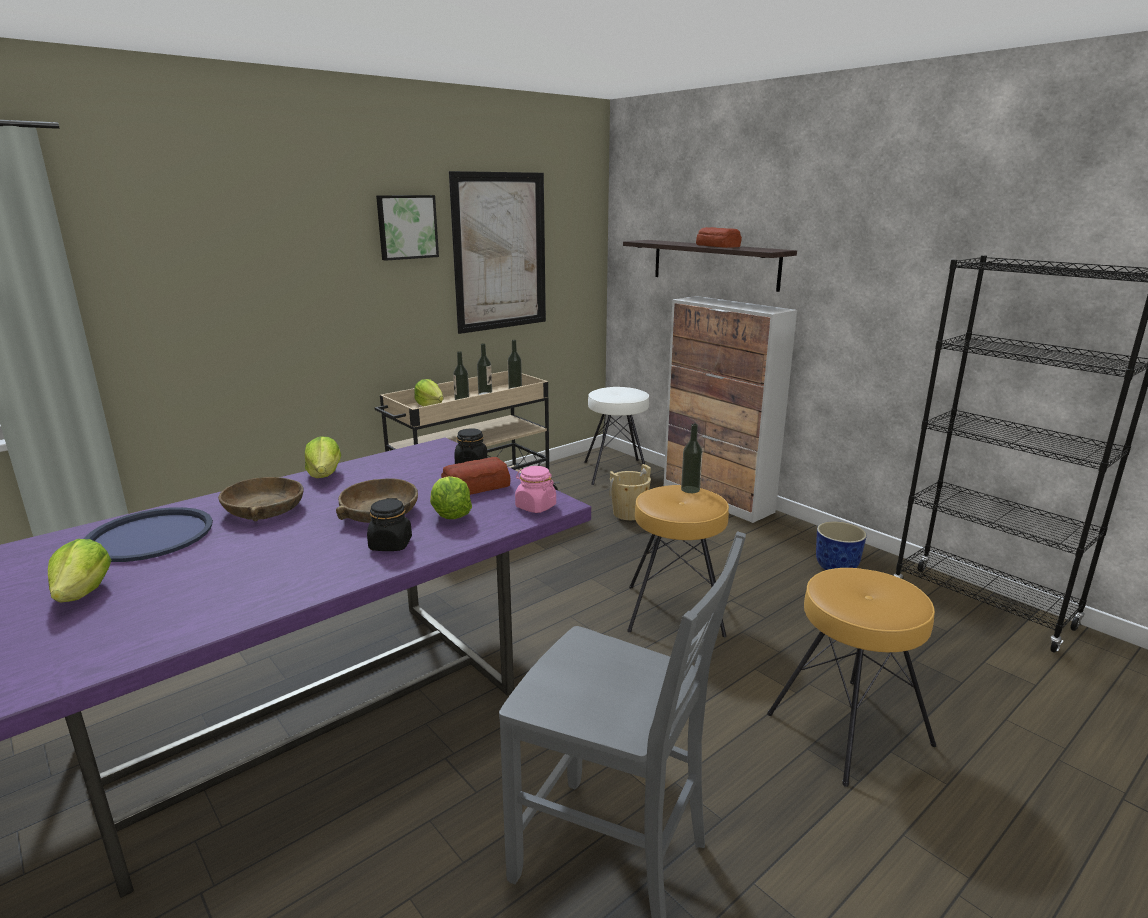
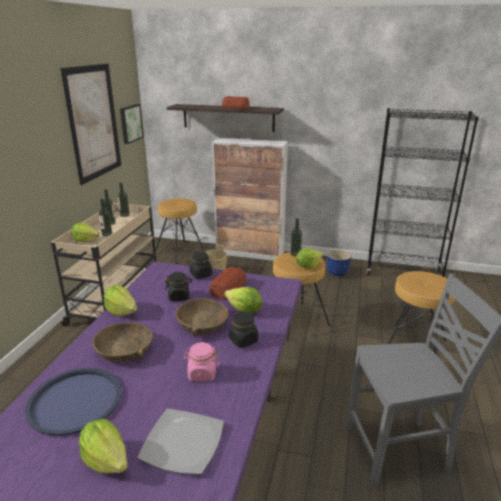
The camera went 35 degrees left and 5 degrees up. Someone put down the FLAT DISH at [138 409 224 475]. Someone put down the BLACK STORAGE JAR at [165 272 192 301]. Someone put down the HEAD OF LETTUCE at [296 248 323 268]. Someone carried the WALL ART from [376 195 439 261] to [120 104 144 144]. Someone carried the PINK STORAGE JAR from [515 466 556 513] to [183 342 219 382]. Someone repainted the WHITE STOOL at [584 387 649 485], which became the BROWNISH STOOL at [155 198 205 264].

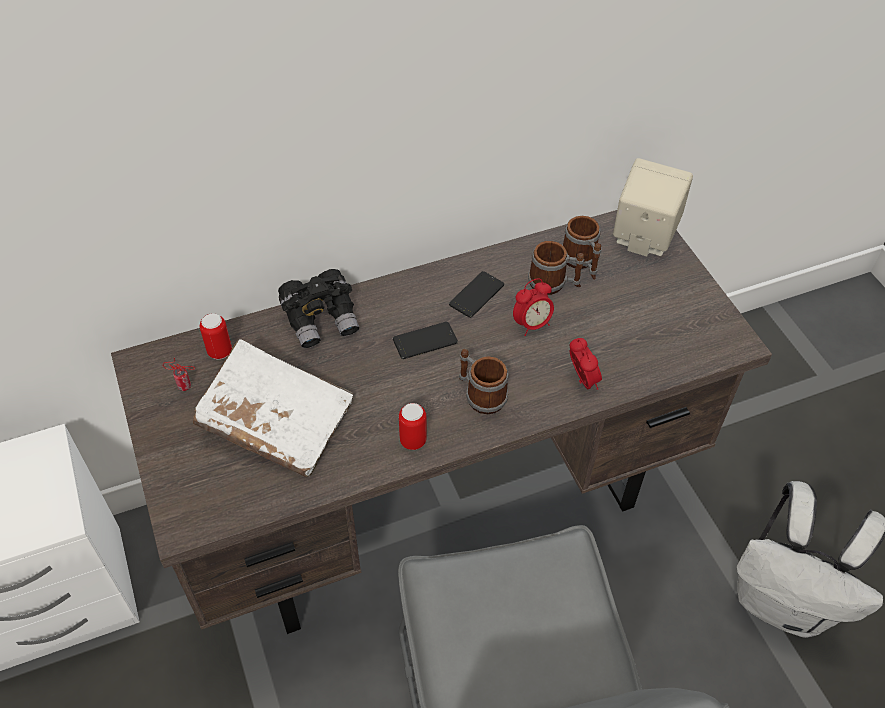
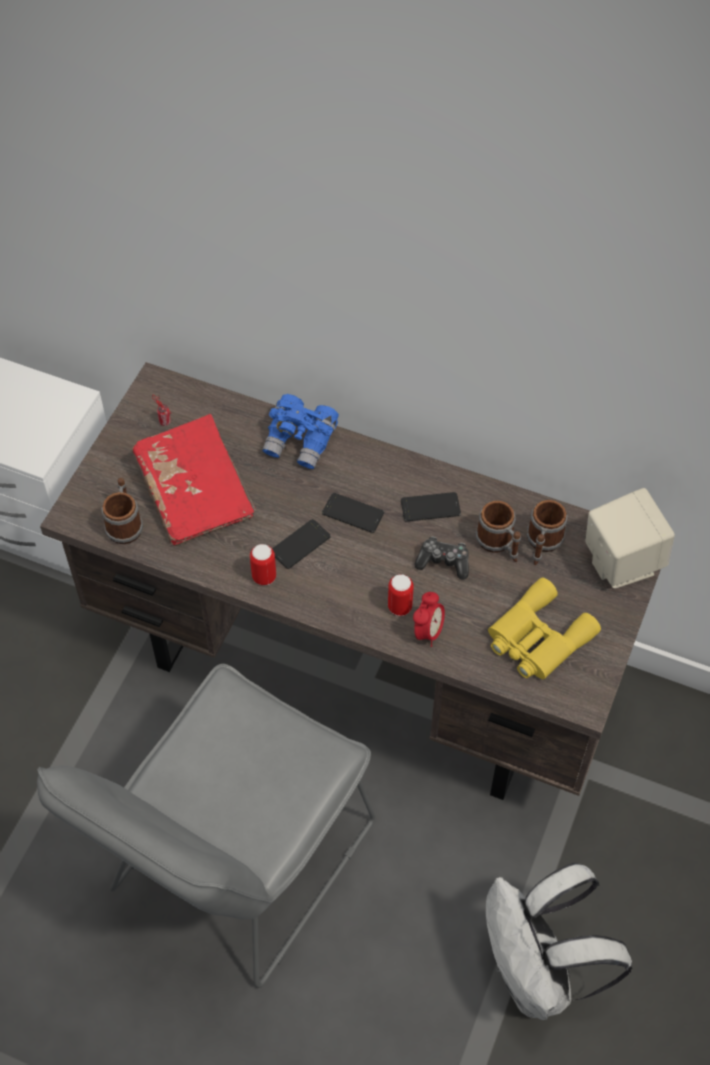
The camera went 45 degrees right and 5 degrees up. Someone put down the HANDSET at [272 519 331 569]. Someone put down the YELLOW-COLOURED BINOCULARS at [488 578 601 679]. Someone carried the CAN from [200 313 232 359] to [388 574 414 616]. Someone carried the TEA MUG from [459 349 509 414] to [101 478 143 544]. Someone swapped the ALARM CLOCK at [513 278 554 336] for the JOYPAD at [414 537 469 579]. Someone repainted the WHITE BOUND BOOK at [193 339 353 477], which became the RED BOUND BOOK at [131 414 256 546]. Someone repainted the BLACK BINOCULARS at [278 269 360 348], which became the BLUISH BINOCULARS at [262 394 339 469].

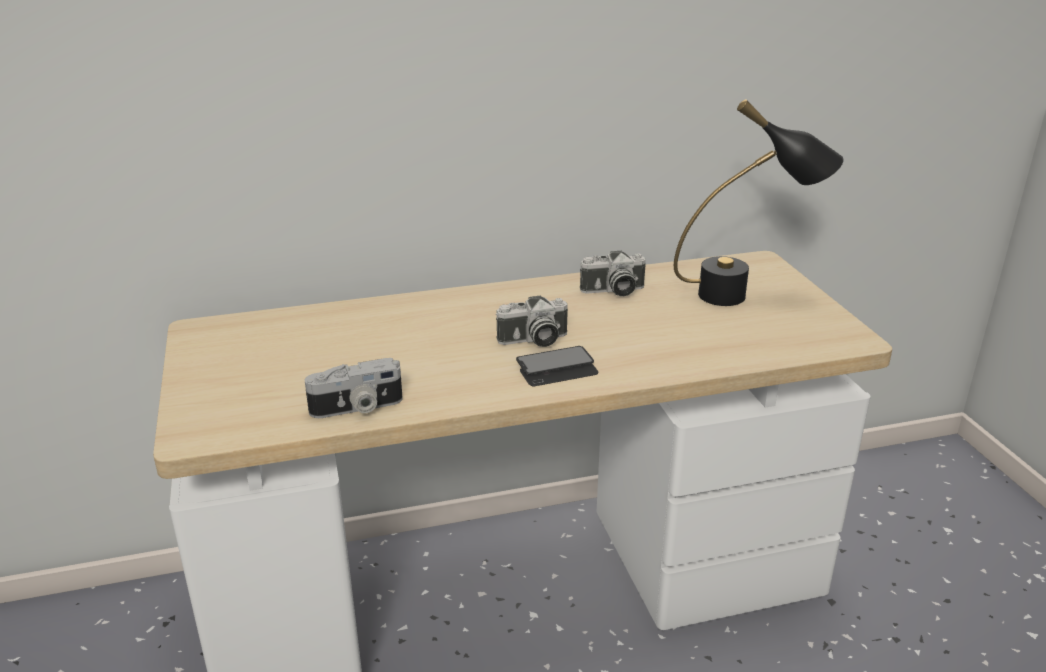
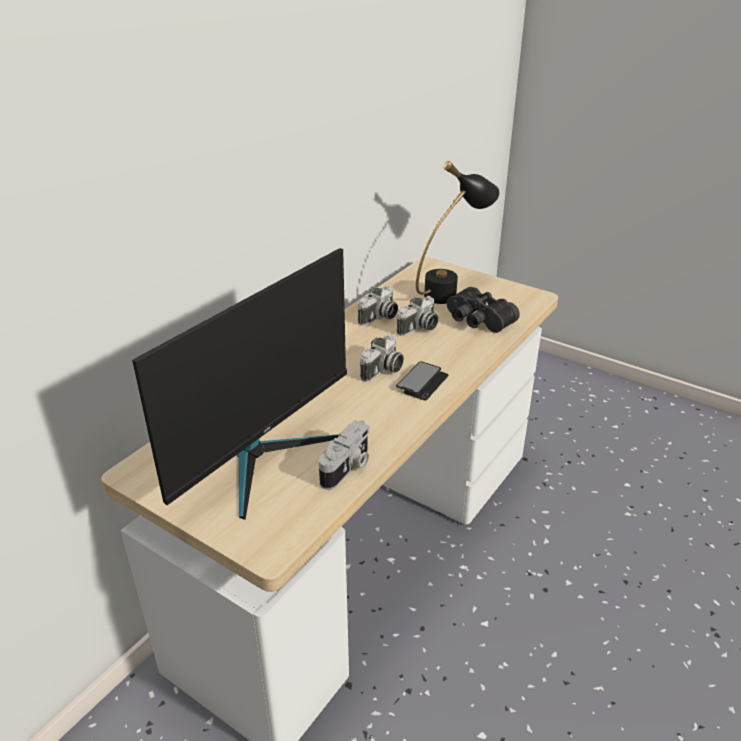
The camera went 40 degrees left and 5 degrees up. Someone put down the COMPUTER DISPLAY at [132 248 347 520]. Someone put down the PHOTO CAMERA at [397 296 439 336]. Someone put down the BLACK BINOCULARS at [447 287 520 333].

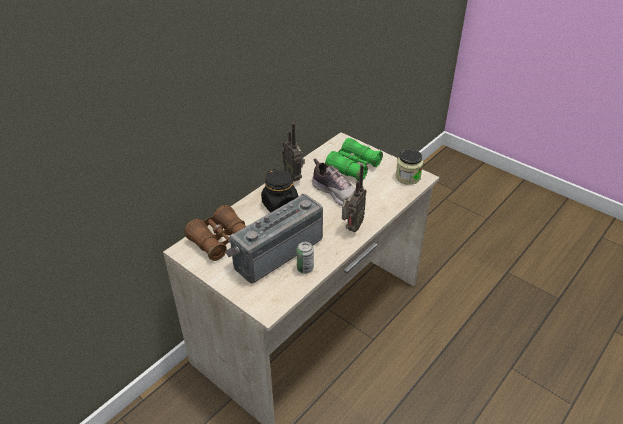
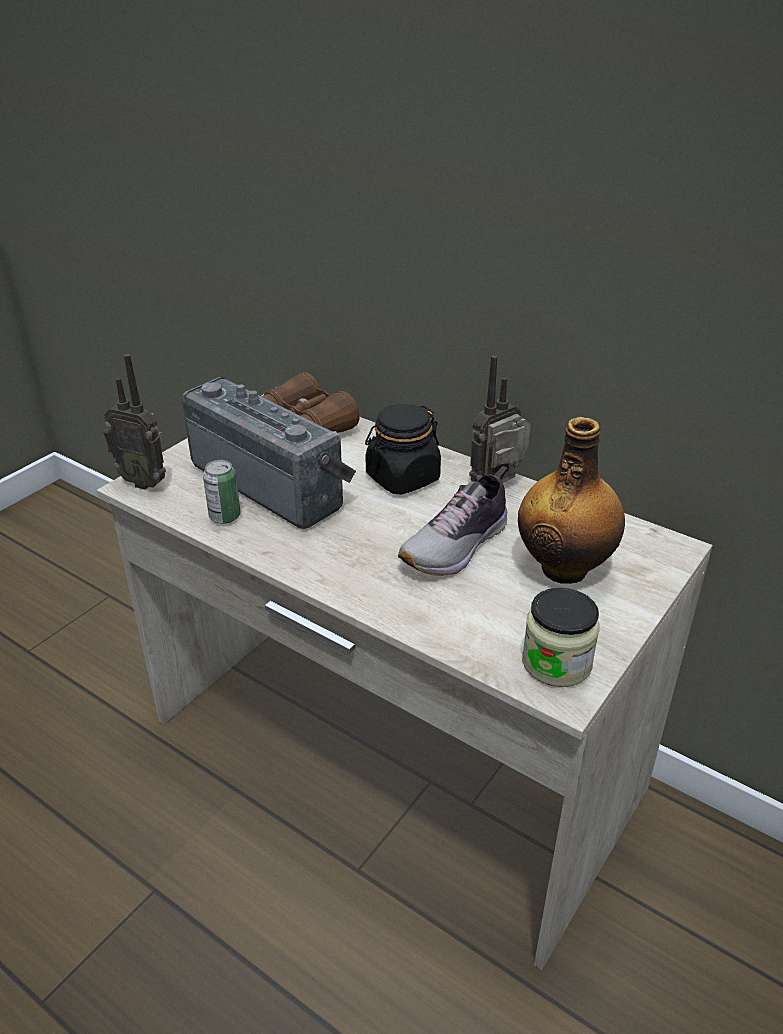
The camera went 85 degrees right and 5 degrees down. Someone carried the RADIO from [342 164 367 232] to [103 354 166 490]. Someone swapped the GREENISH BINOCULARS at [325 138 383 181] for the DRINK BOTTLE at [518 417 625 584].

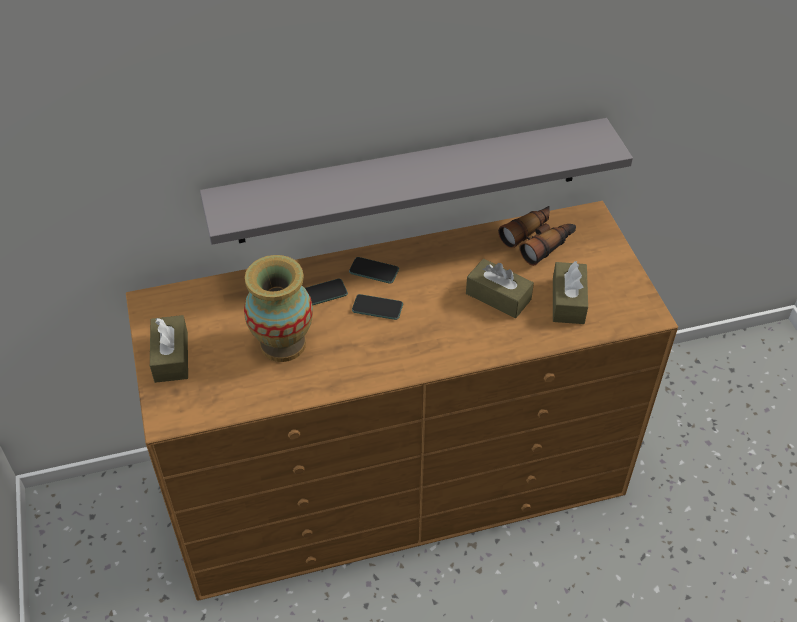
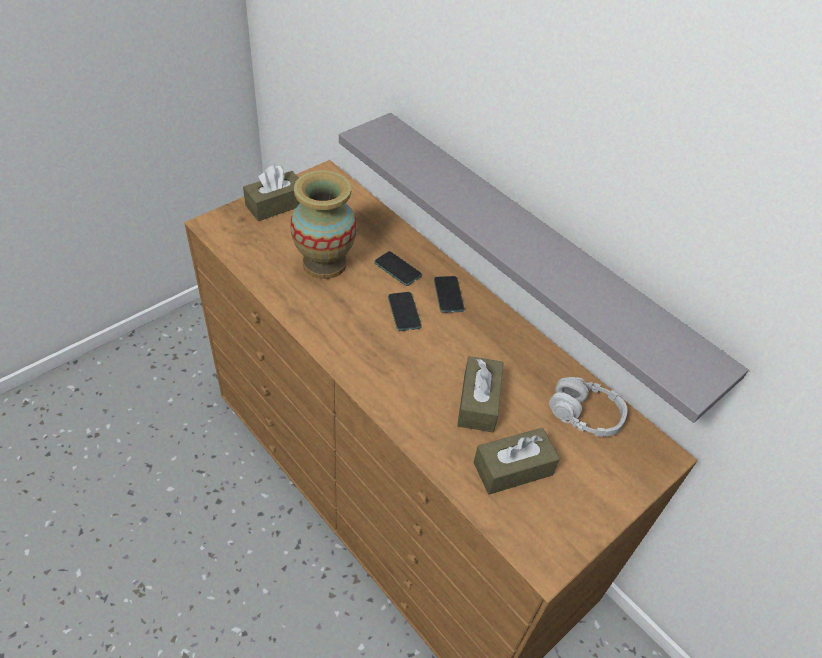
The camera went 60 degrees right and 0 degrees up. Someone swapped the BINOCULARS at [498 206 576 266] for the GREY PAIR OF HEADPHONES at [549 377 628 437].

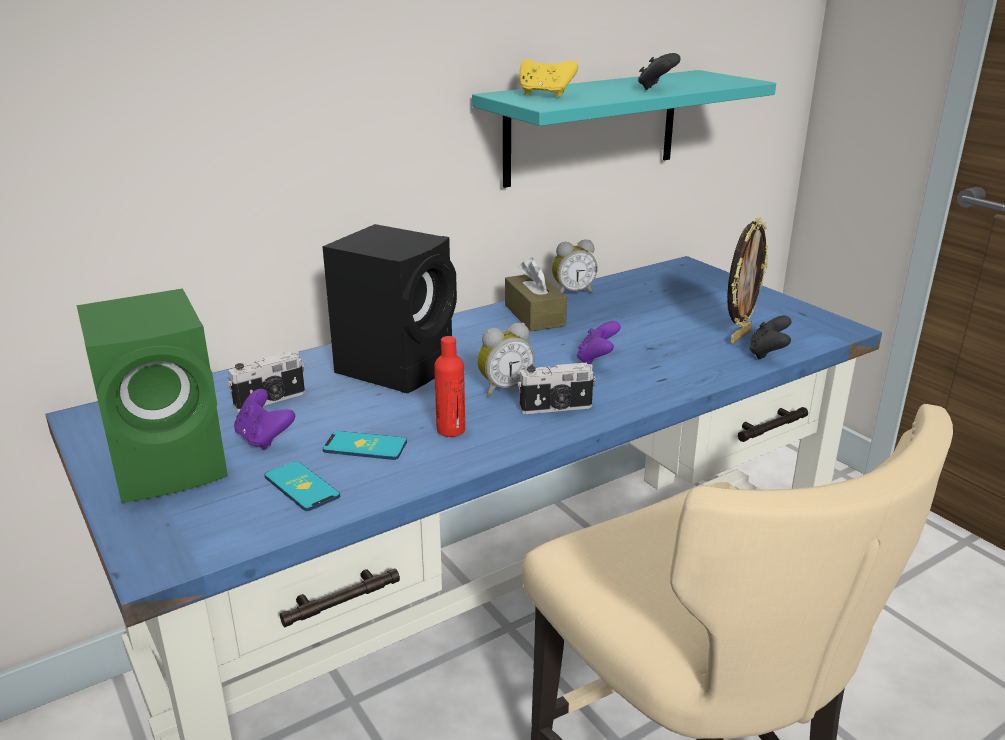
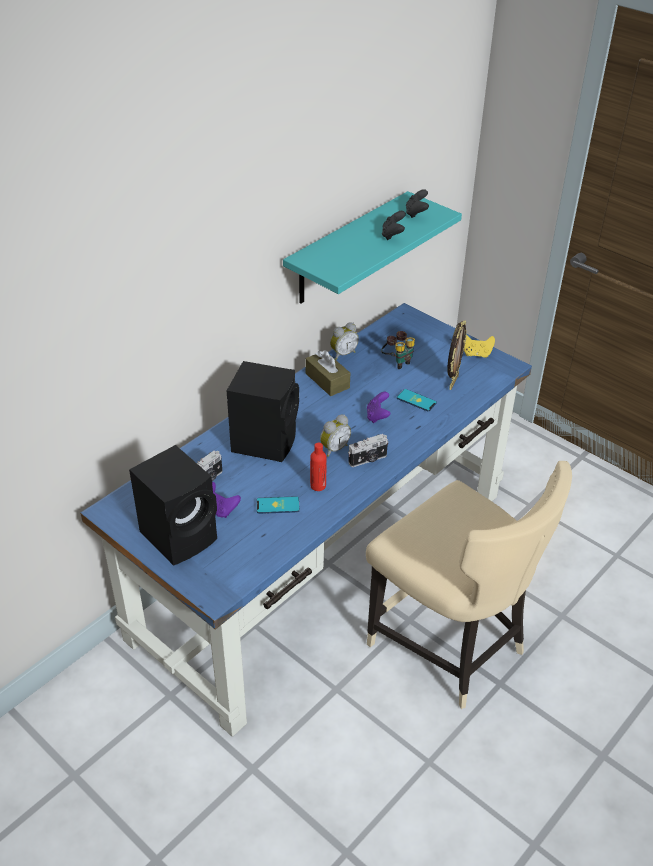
The camera went 15 degrees left and 15 degrees up. Someone put down the BINOCULARS at [381 331 415 369]. Someone carried the HANDSET from [264 461 340 511] to [397 389 437 412]. Someone carried the YELLOW-COLOURED JOYPAD from [520 58 578 97] to [464 336 495 358]. Someone carried the BLACK JOYPAD from [749 315 791 360] to [406 189 429 218]. Someone repainted the GREENISH LOUDSPEAKER at [76 288 228 503], which became the BLACK LOUDSPEAKER at [129 445 217 566].

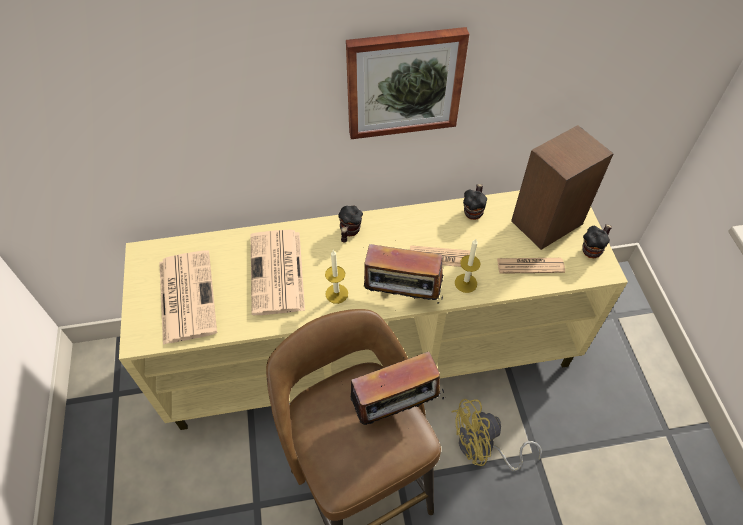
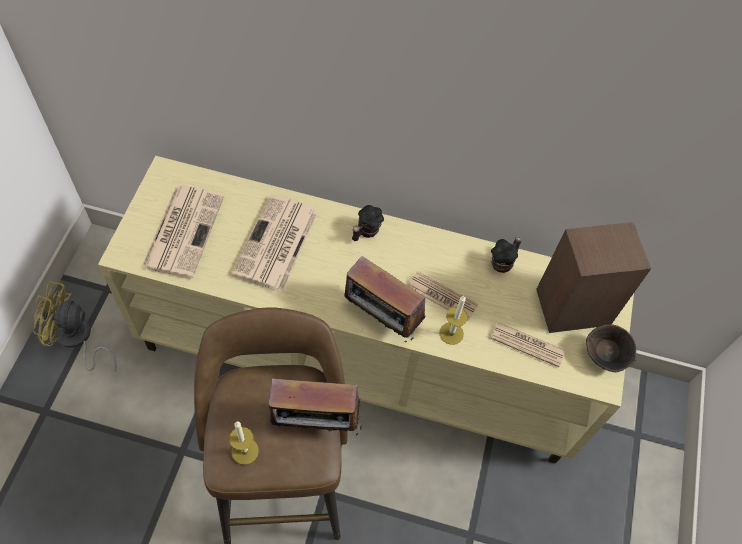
The camera went 20 degrees right and 5 degrees up. Someone took away the WALL ART at [346 27 469 139]. Someone carried the WAX CANDLE from [325 250 348 304] to [229 421 259 465]. Someone carried the YELLOW-COLOURED FAN from [451 399 542 471] to [33 281 117 372]. Someone swapped the TEA MUG at [582 224 612 258] for the BROWNISH SERVING BOWL at [586 324 636 372].

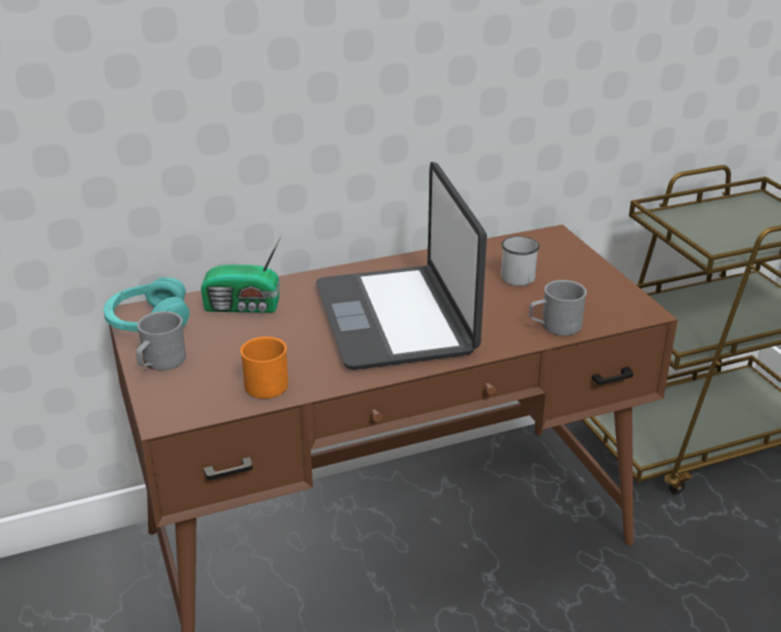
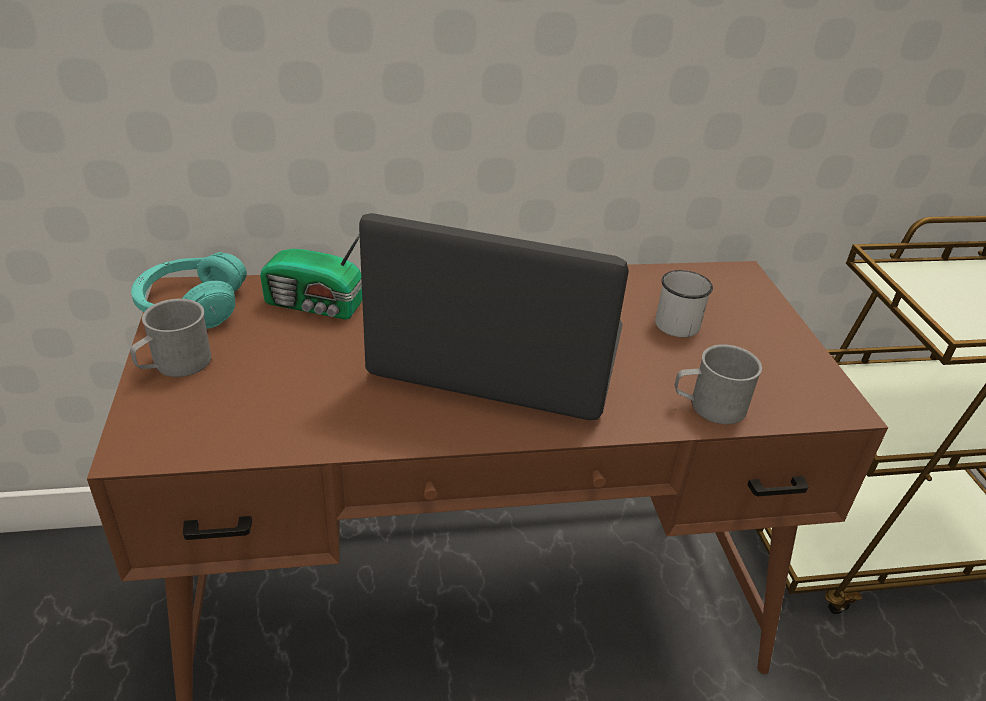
The camera went 10 degrees right and 5 degrees up. Someone took away the ORANGE TEA MUG at [240 337 288 399]. Someone rotated the NOTEBOOK COMPUTER at [316 162 487 370] by 105 degrees clockwise.

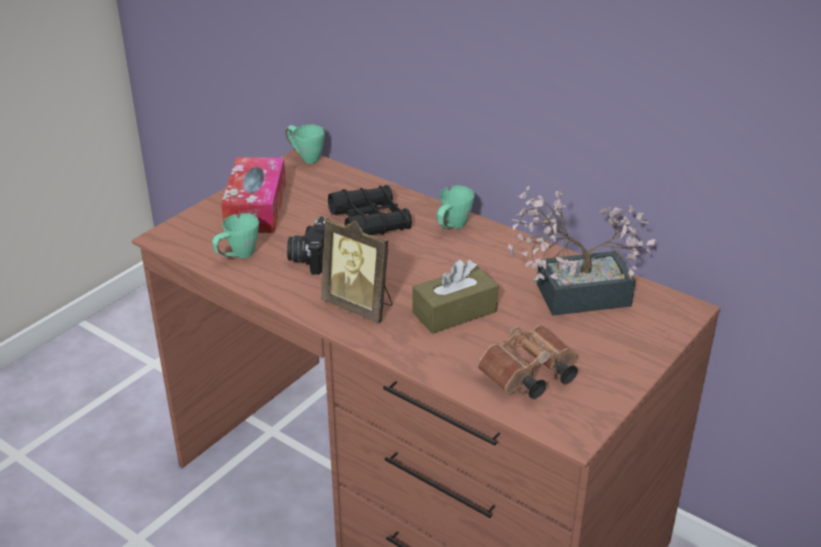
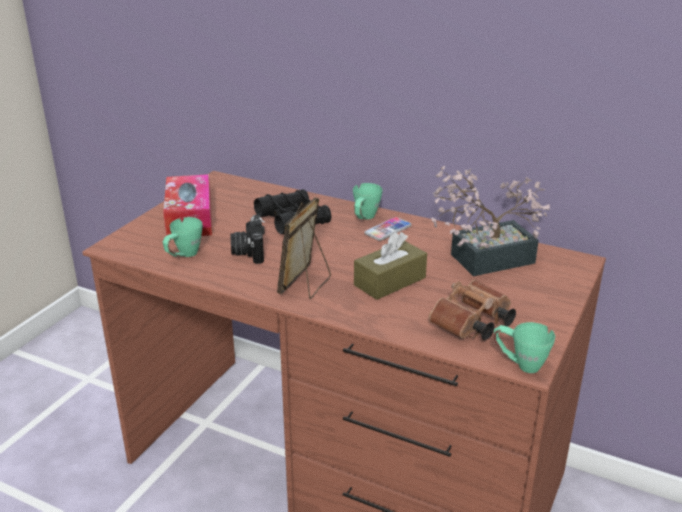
The camera went 10 degrees left and 5 degrees down. Someone put down the HANDSET at [364 217 412 241]. Someone carried the GREENISH TEA MUG from [285 125 325 164] to [494 322 555 373]. Someone rotated the PICTURE FRAME at [321 218 393 323] by 90 degrees clockwise.

